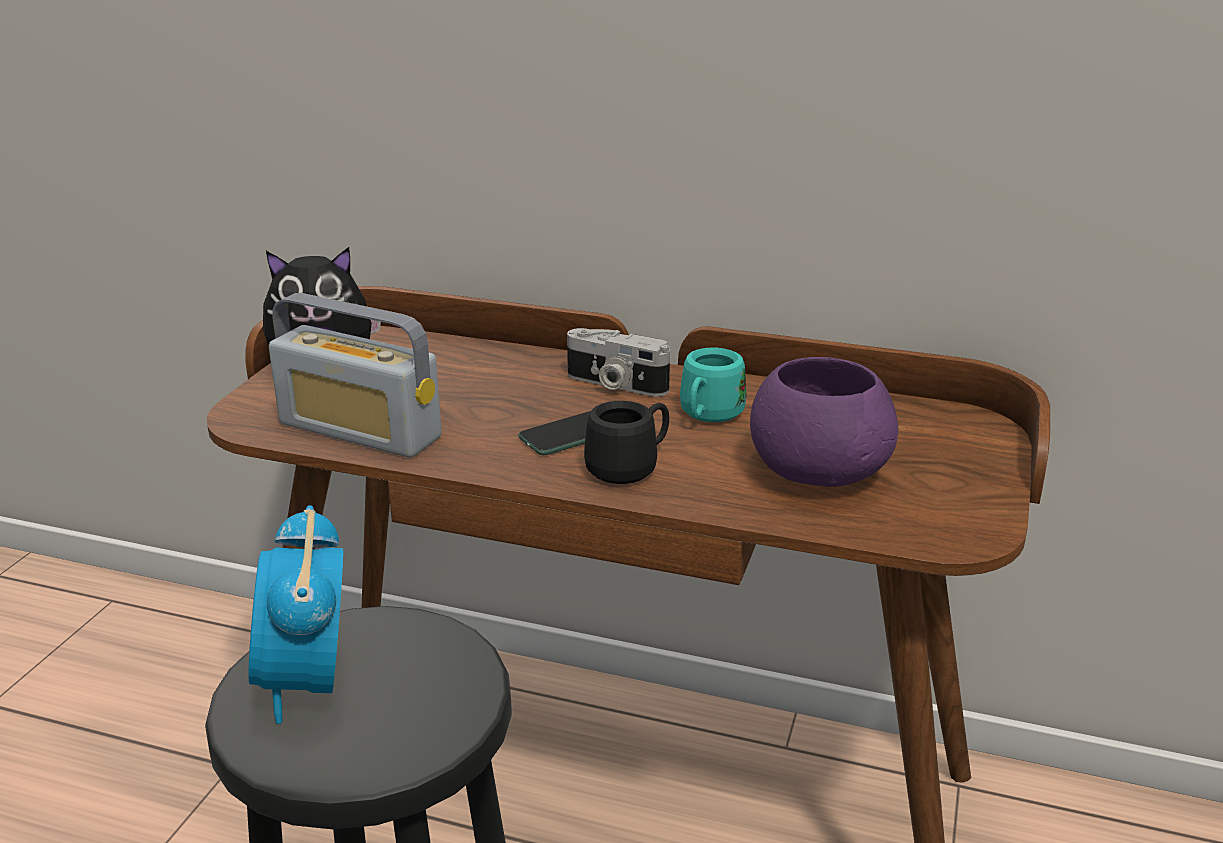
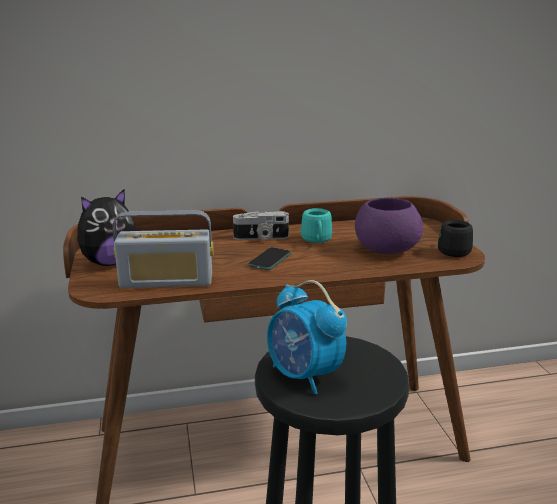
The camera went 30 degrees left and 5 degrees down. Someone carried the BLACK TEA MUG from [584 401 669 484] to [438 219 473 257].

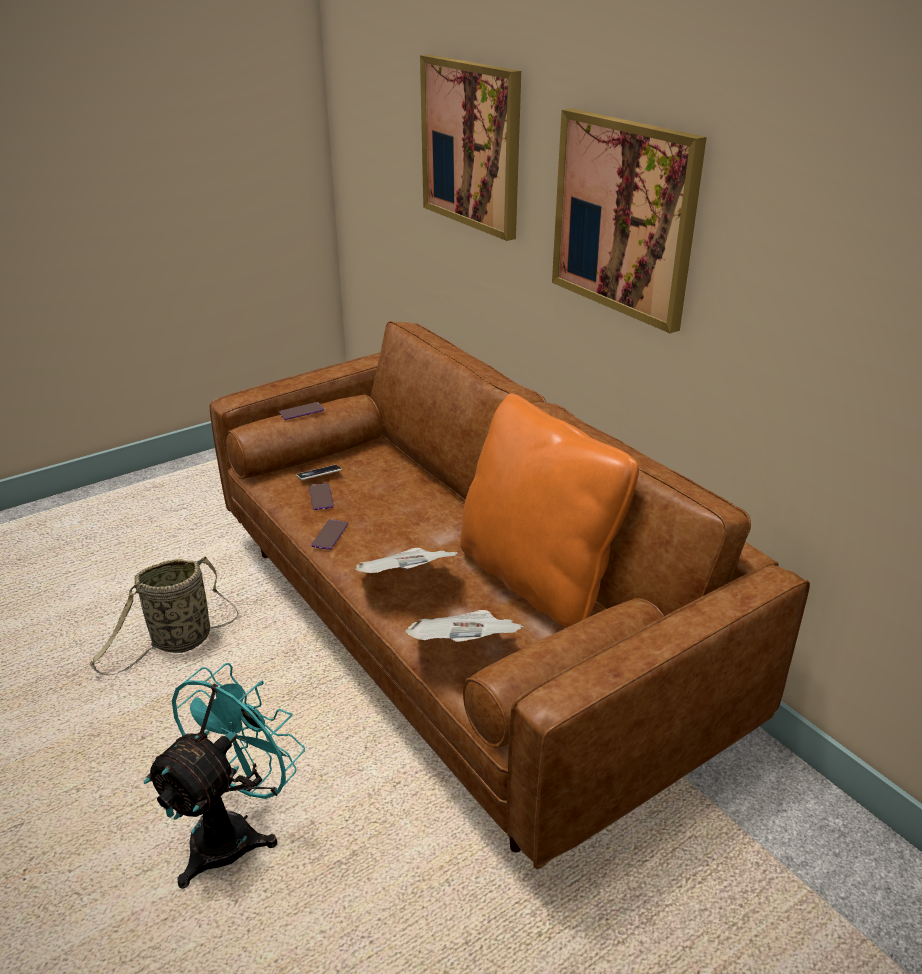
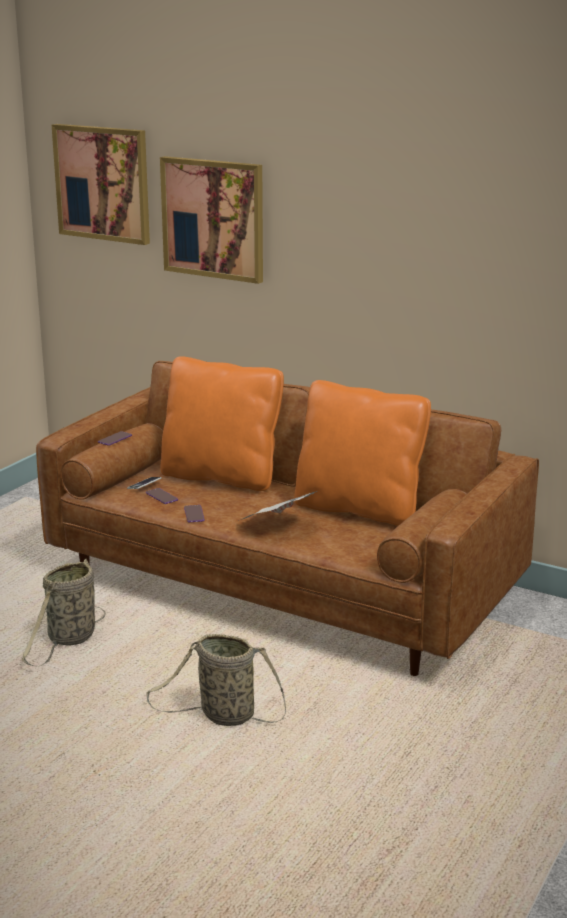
The camera went 25 degrees left and 10 degrees down. Someone took away the PRINTED PAPER at [406 610 523 642]. Someone put down the ORANGE THROW PILLOW at [161 356 284 491]. Someone carried the WALL ART from [552 108 707 333] to [52 124 150 245]. Someone swapped the TURQUOISE-COLOURED FAN at [144 663 305 889] for the BASKET at [146 634 286 726].

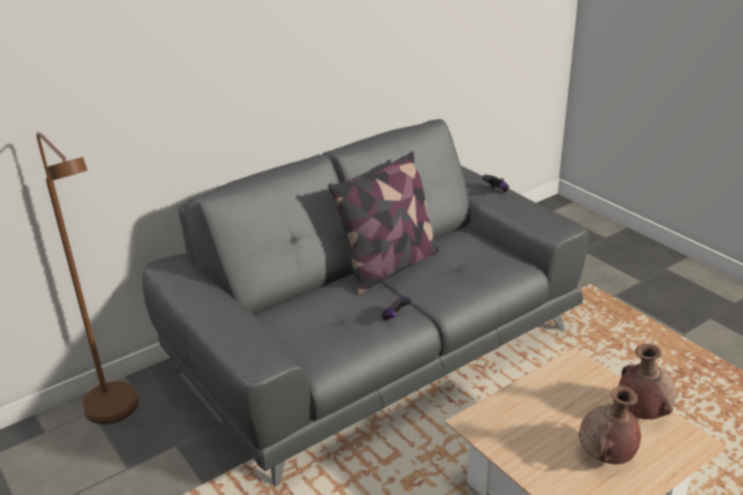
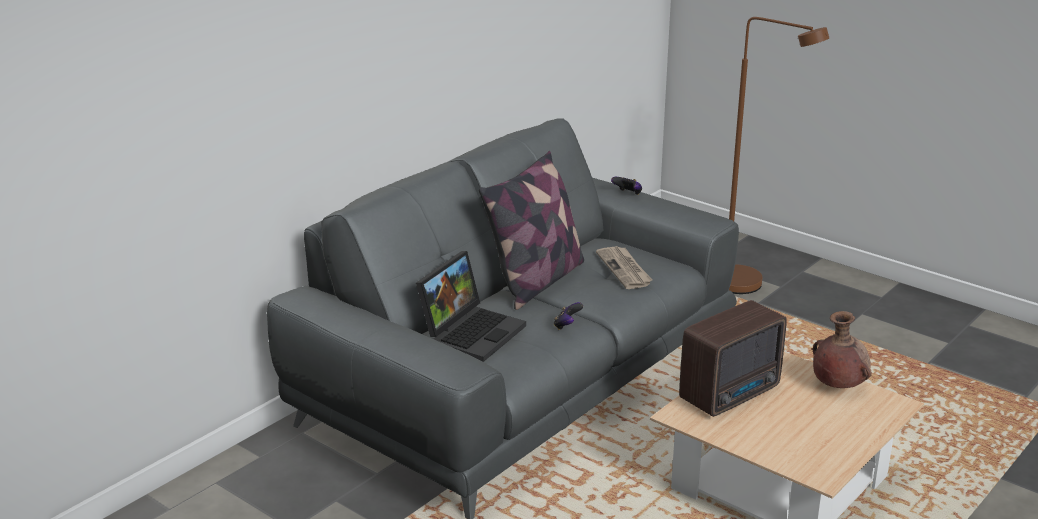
The camera went 15 degrees left and 5 degrees down. Someone took away the BROWNISH DECORATIVE VASE at [579 385 641 464]. Someone put down the NOTEBOOK COMPUTER at [416 251 526 362]. Someone put down the PRINTED PAPER at [596 246 653 289]. Someone put down the RADIO at [679 300 787 417]. Someone carried the BROWNISH STANDING LAMP from [36 132 138 424] to [729 17 829 294].

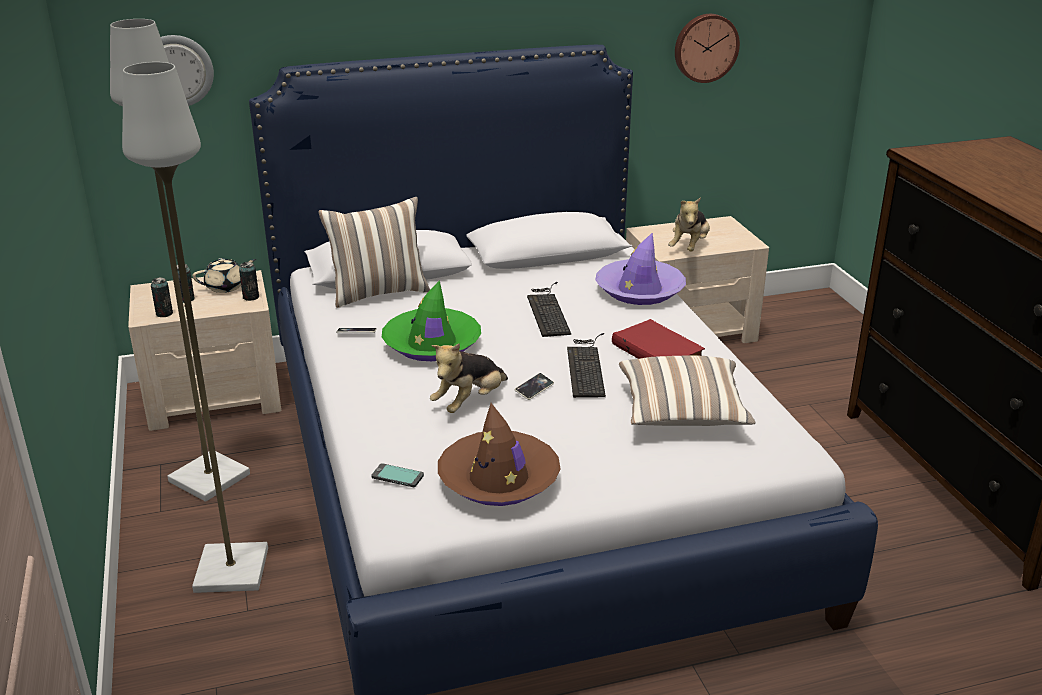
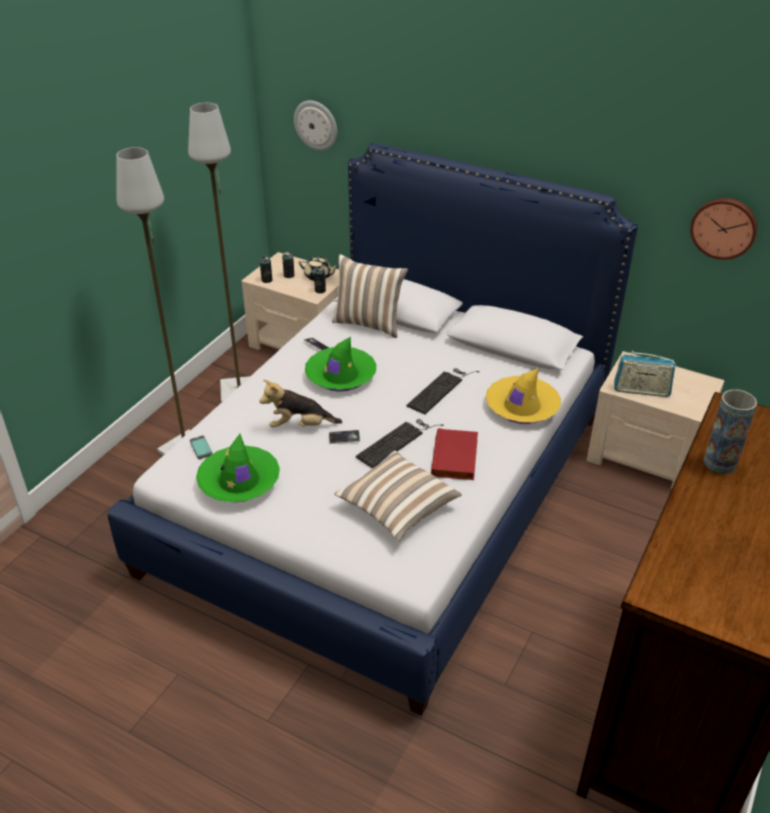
The camera went 45 degrees right and 10 degrees up. Someone put down the DECORATIVE VASE at [704 389 757 473]. Someone swapped the SOFT TOY at [668 197 710 252] for the RADIO at [614 351 676 397]. Someone repainted the BROWNISH HAT at [438 403 561 506], which became the GREENISH HAT at [196 434 280 502]. Someone repainted the PURPLISH HAT at [595 232 686 305], which became the YELLOW-COLOURED HAT at [486 368 561 424].

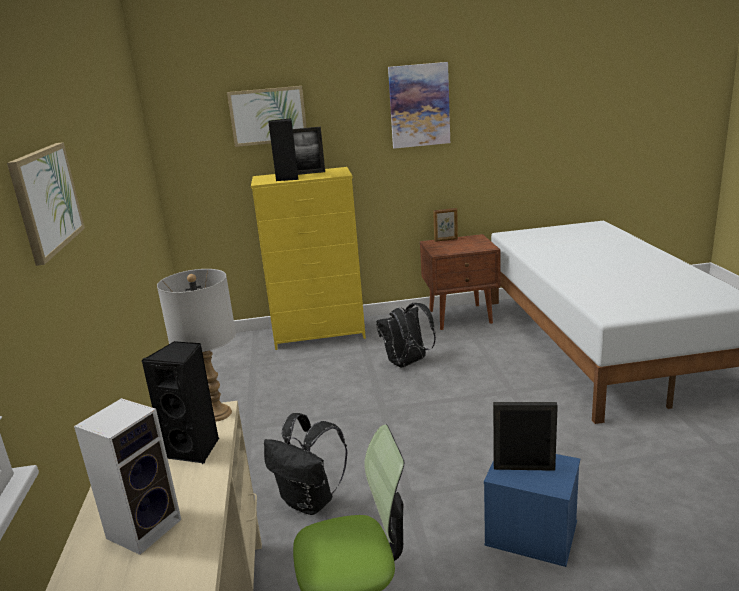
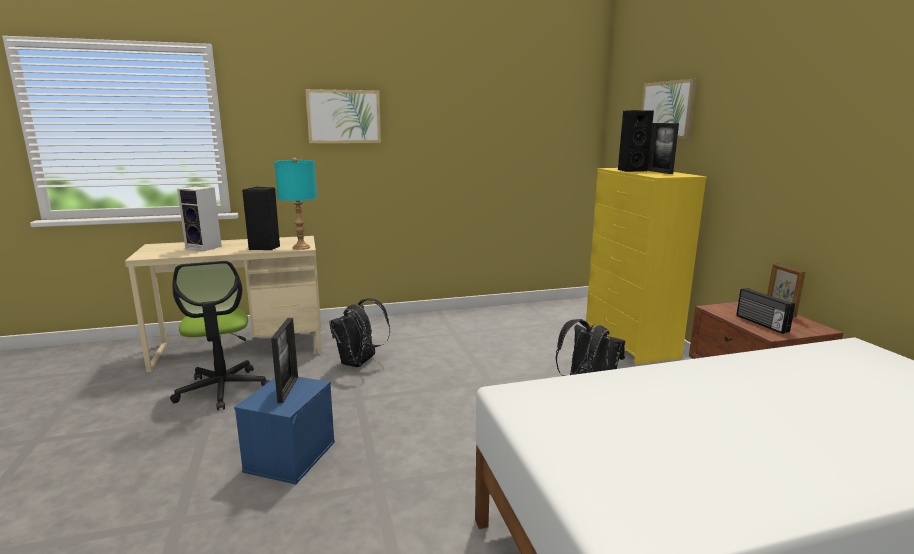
The camera went 80 degrees right and 5 degrees down. Someone took away the WALL ART at [388 62 450 149]. Someone put down the RADIO at [736 288 795 334]. Someone repainted the GREY TABLE LAMP at [157 269 236 422], which became the TURQUOISE-COLOURED TABLE LAMP at [274 158 317 250].

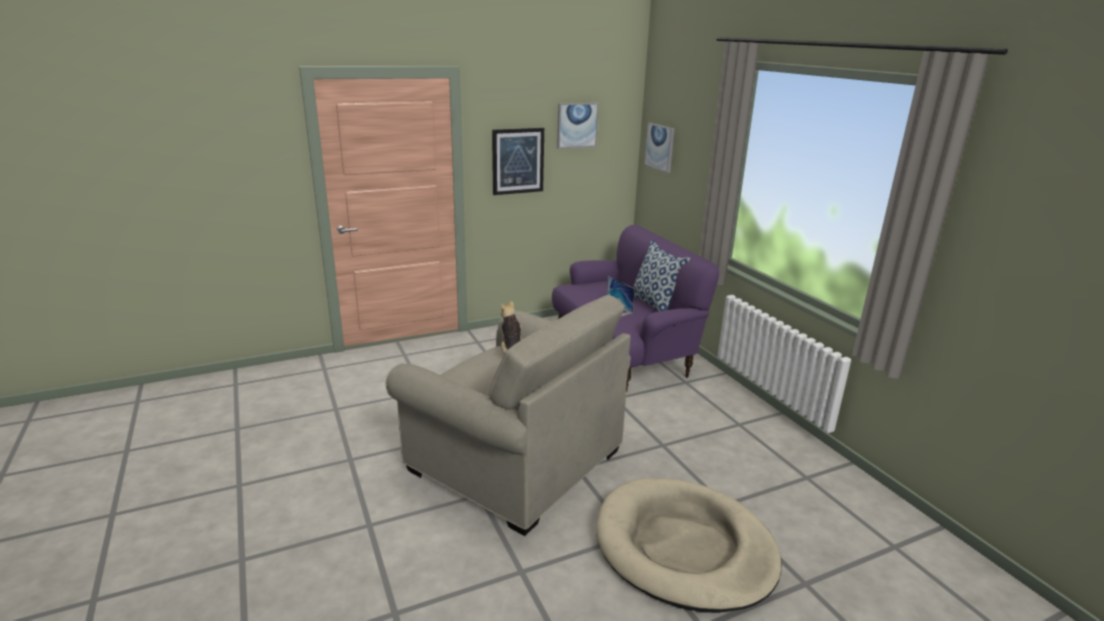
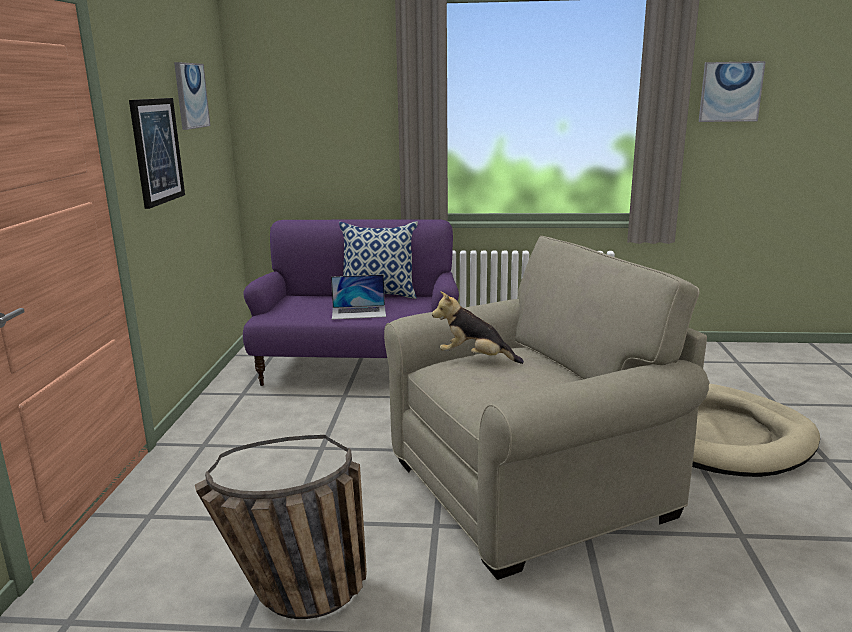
The camera went 60 degrees left and 5 degrees down. Someone put down the BASKET at [195 435 367 619]. Someone carried the WALL ART from [644 123 674 173] to [699 61 766 122].

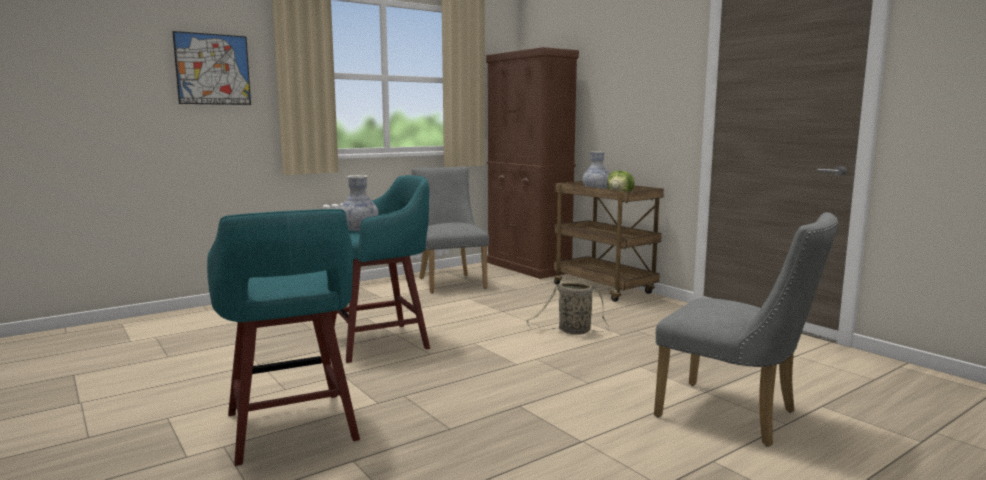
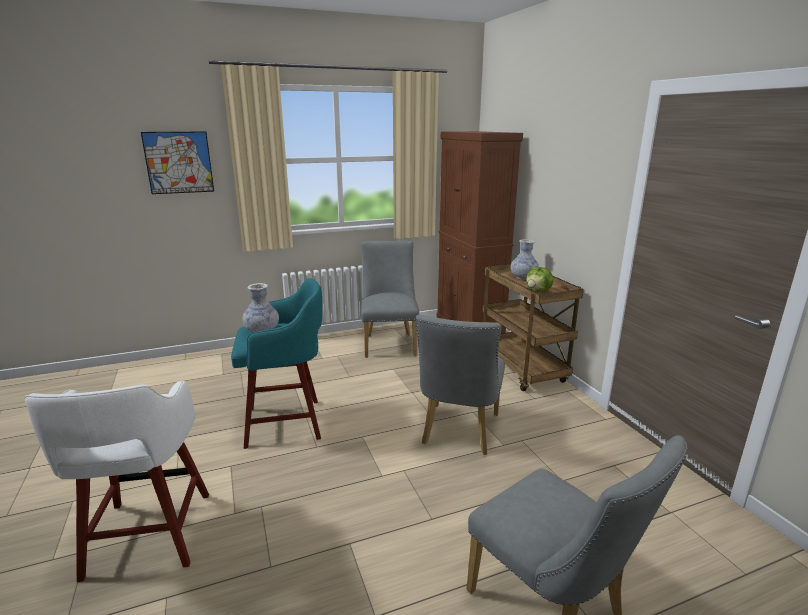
The camera went 15 degrees right and 10 degrees up. Someone swapped the BASKET at [527 283 609 335] for the GREY CHAIR at [416 315 505 455]. Someone repainted the TURQUOISE-COLOURED STOOL at [207 209 360 466], which became the WHITE STOOL at [25 380 209 582].

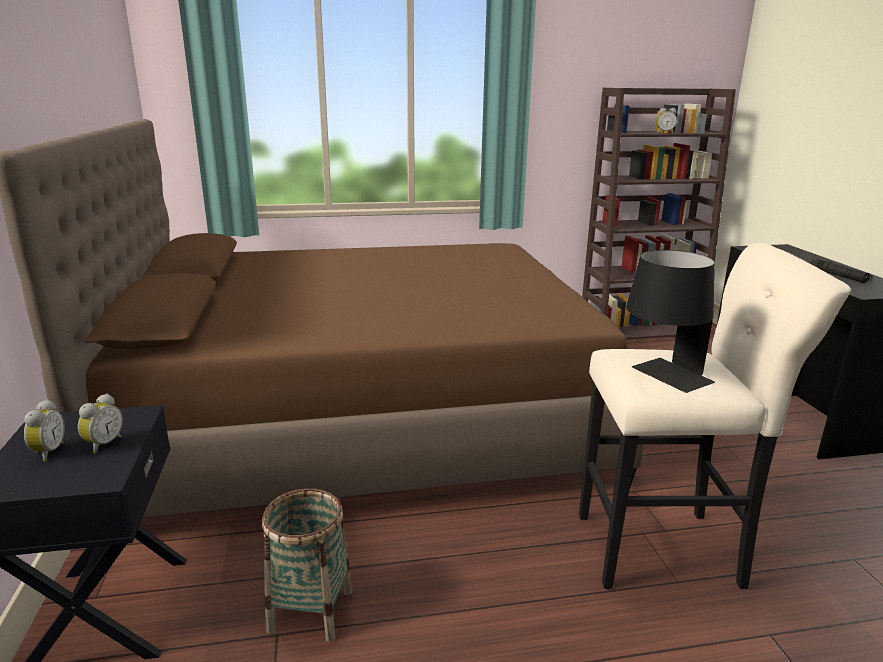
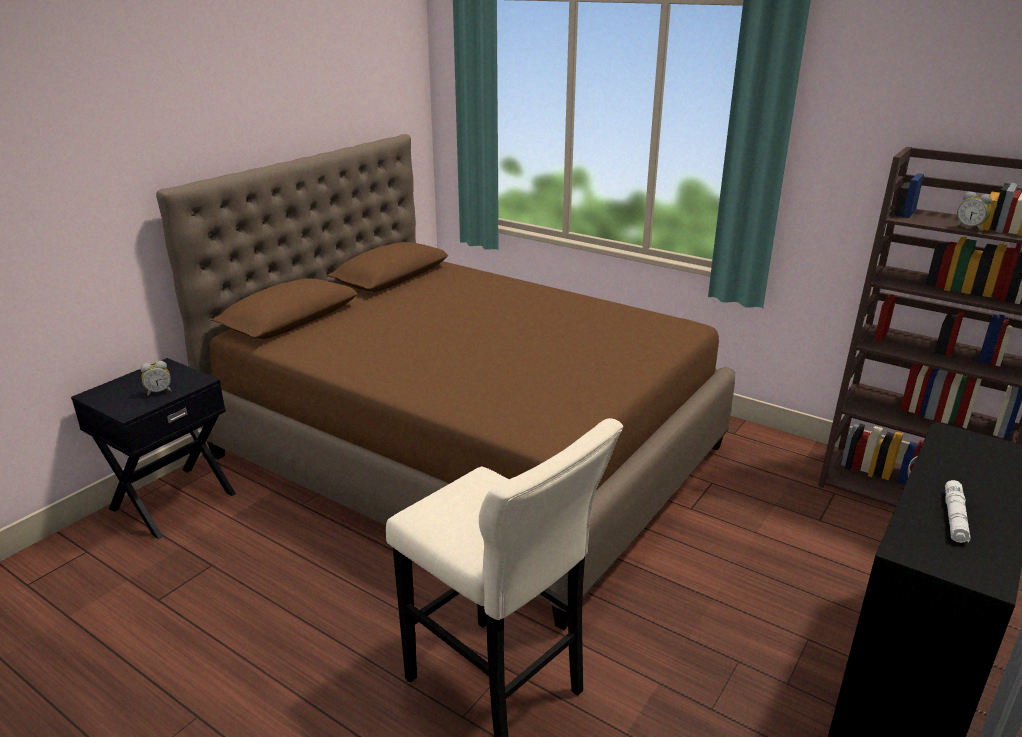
The camera went 45 degrees right and 5 degrees up. Someone took away the ALARM CLOCK at [24 400 65 461]. Someone took away the BASKET at [262 488 353 642]. Someone took away the BLACK TABLE LAMP at [626 250 715 393]. Someone repainted the BLACK TORCH at [810 258 872 283], which became the WHITE TORCH at [945 480 971 543].

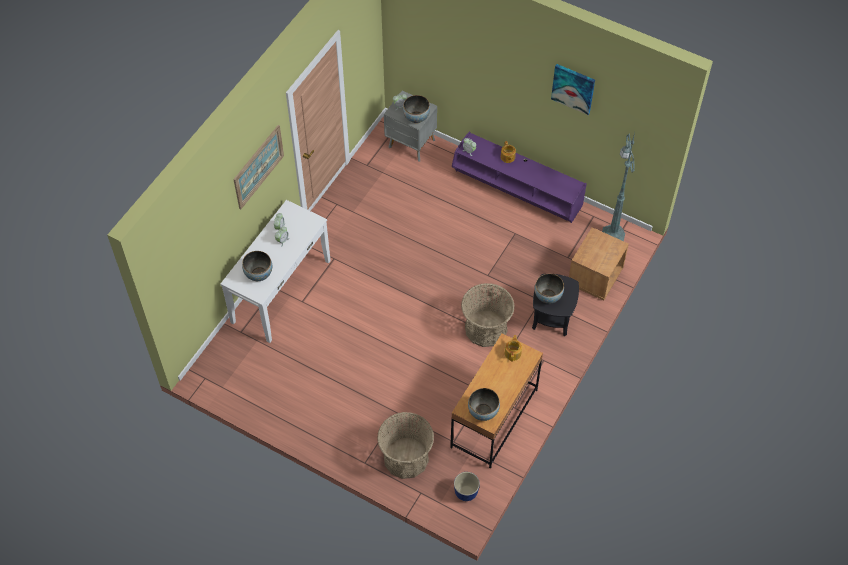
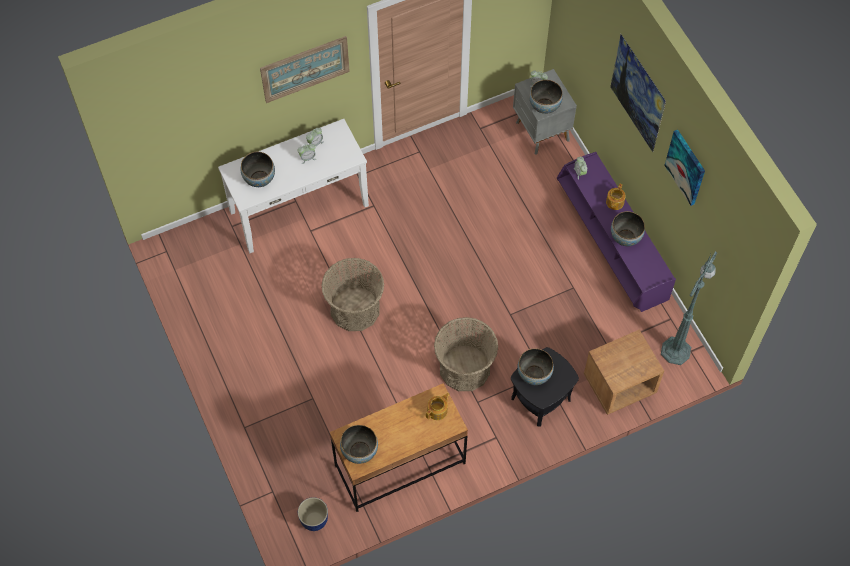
The camera went 35 degrees right and 5 degrees up. Someone put up the WALL ART at [610 34 666 152]. Someone put down the SERVING BOWL at [611 211 645 246]. Someone carried the BASKET from [377 412 434 479] to [321 258 384 331].

